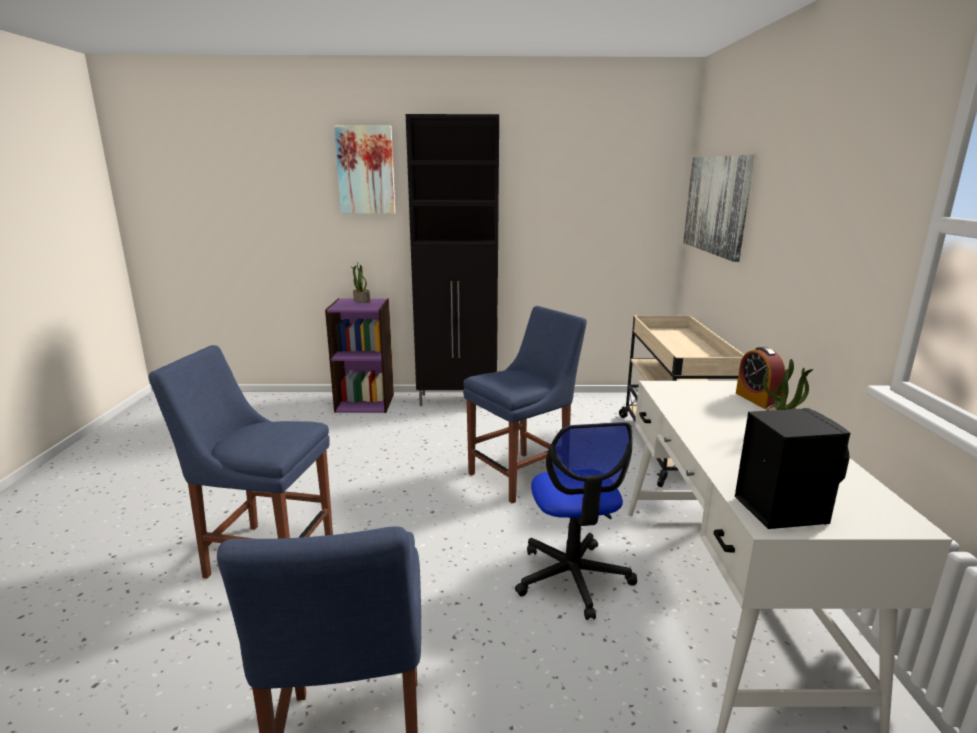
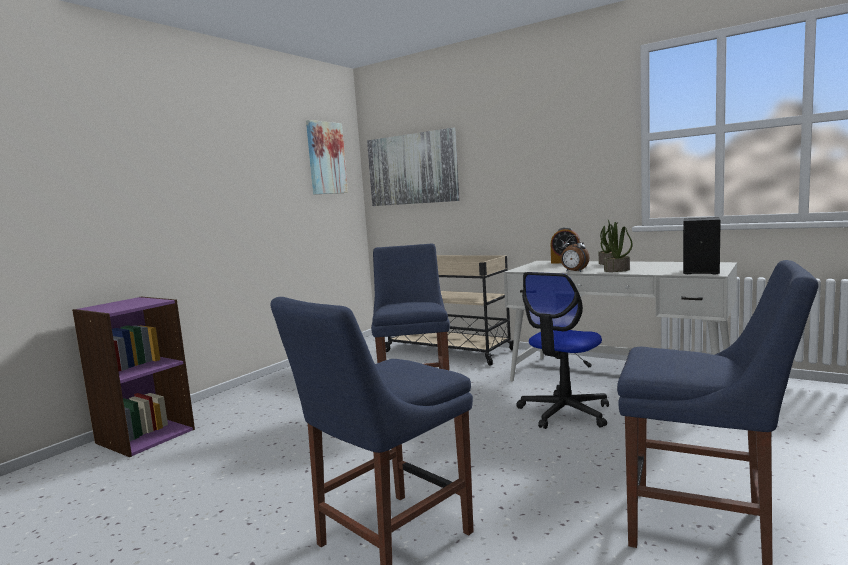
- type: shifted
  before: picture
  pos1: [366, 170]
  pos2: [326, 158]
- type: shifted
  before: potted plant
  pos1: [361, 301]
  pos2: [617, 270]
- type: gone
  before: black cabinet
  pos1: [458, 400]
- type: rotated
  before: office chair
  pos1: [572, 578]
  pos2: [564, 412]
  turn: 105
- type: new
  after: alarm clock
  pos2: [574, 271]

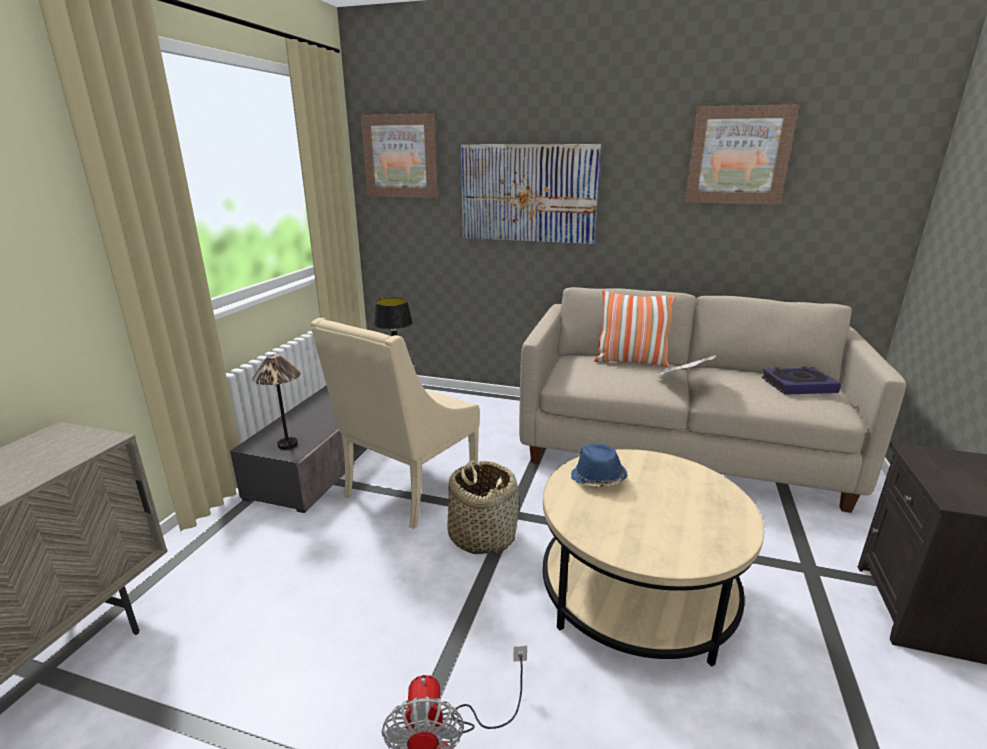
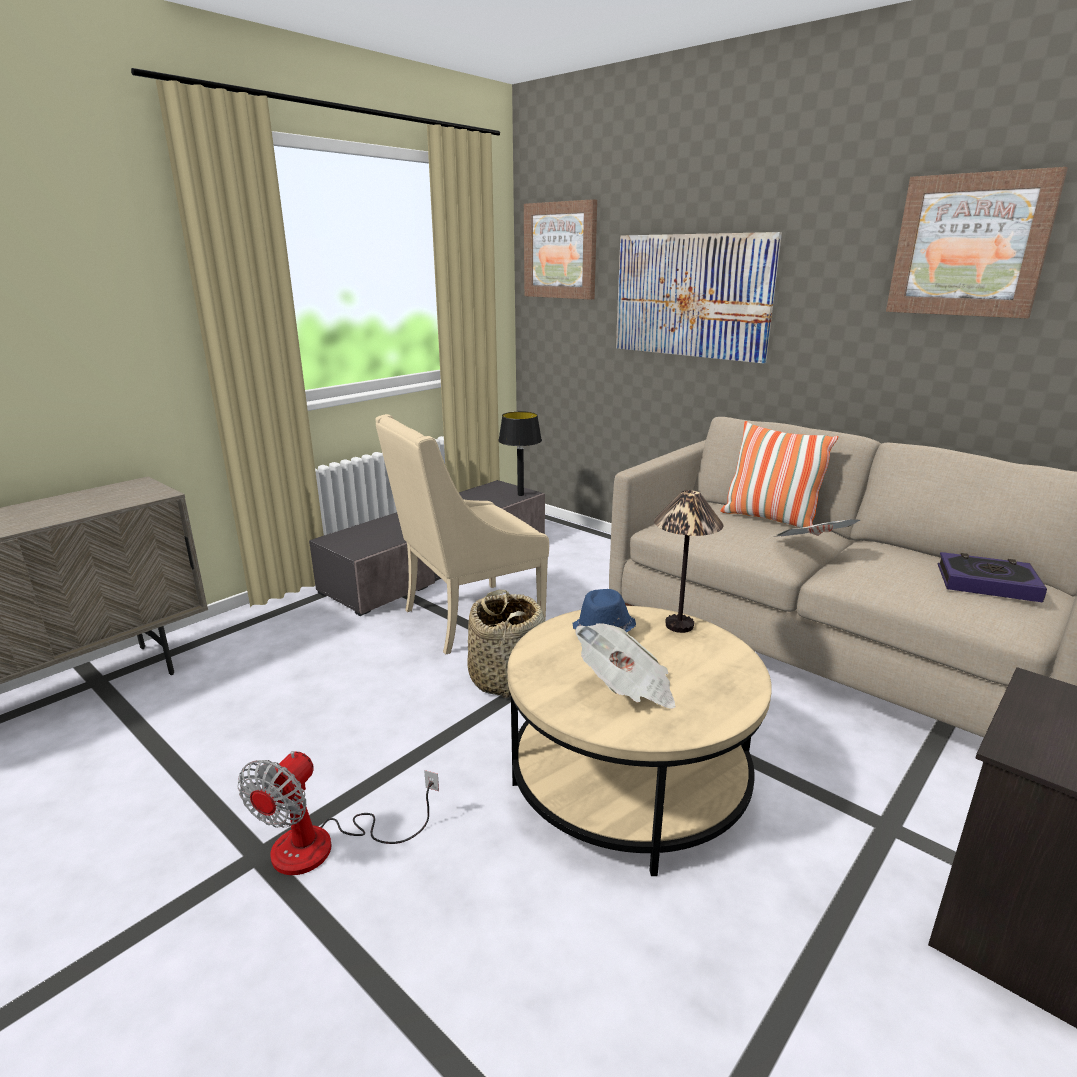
- type: shifted
  before: table lamp
  pos1: [288, 444]
  pos2: [680, 625]
- type: new
  after: newspaper
  pos2: [626, 689]

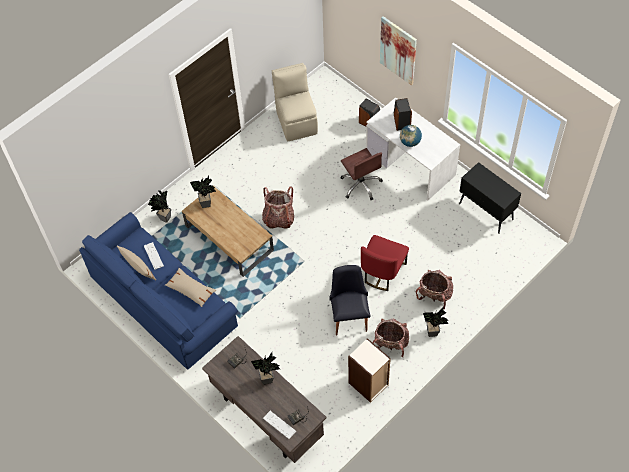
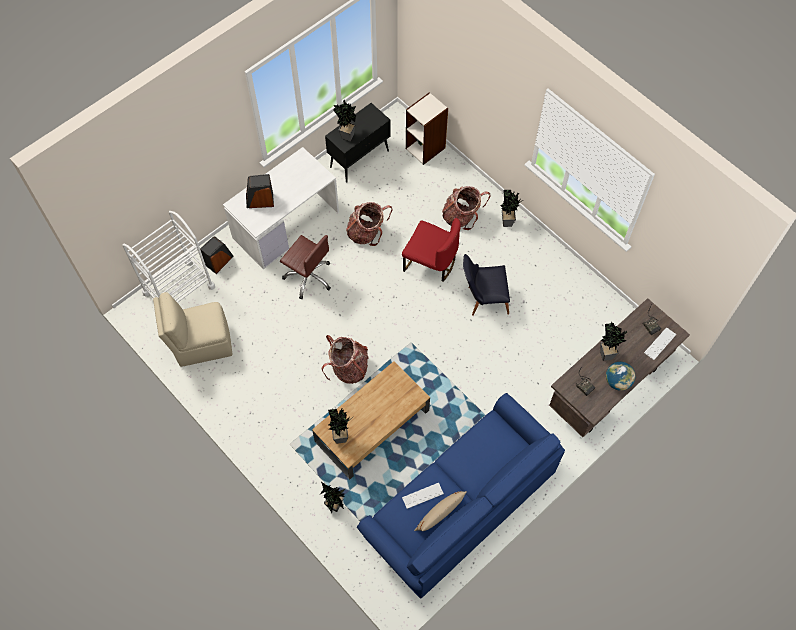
- type: gone
  before: beige pillow
  pos1: [191, 290]
- type: rotated
  before: brown office chair
  pos1: [361, 184]
  pos2: [309, 277]
  turn: 60
- type: shifted
  before: bookcase
  pos1: [368, 384]
  pos2: [426, 148]
- type: shifted
  before: backpack
  pos1: [390, 343]
  pos2: [367, 233]
- type: gone
  before: picture
  pos1: [398, 50]
- type: shifted
  before: globe
  pos1: [410, 142]
  pos2: [617, 381]
- type: new
  after: white cart
  pos2: [179, 290]
- type: new
  after: potted plant
  pos2: [346, 135]

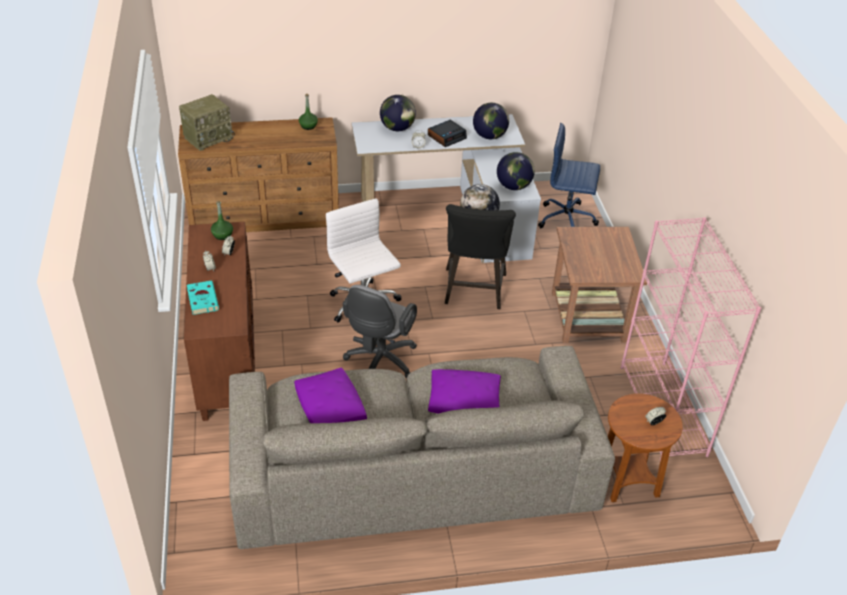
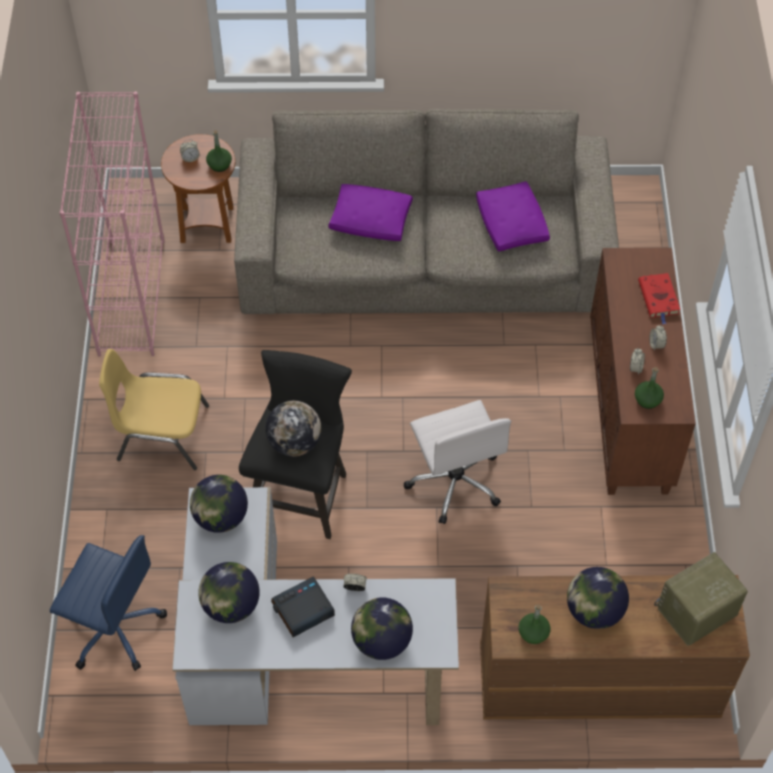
- type: repainted
  before: turquoise book
  after: red book
  pos1: [202, 299]
  pos2: [659, 299]
- type: gone
  before: grey office chair
  pos1: [379, 363]
- type: swapped
  before: brown side table
  after: yellow chair
  pos1: [588, 317]
  pos2: [161, 433]
- type: new
  after: green bottle
  pos2: [219, 165]
- type: new
  after: globe
  pos2: [594, 611]

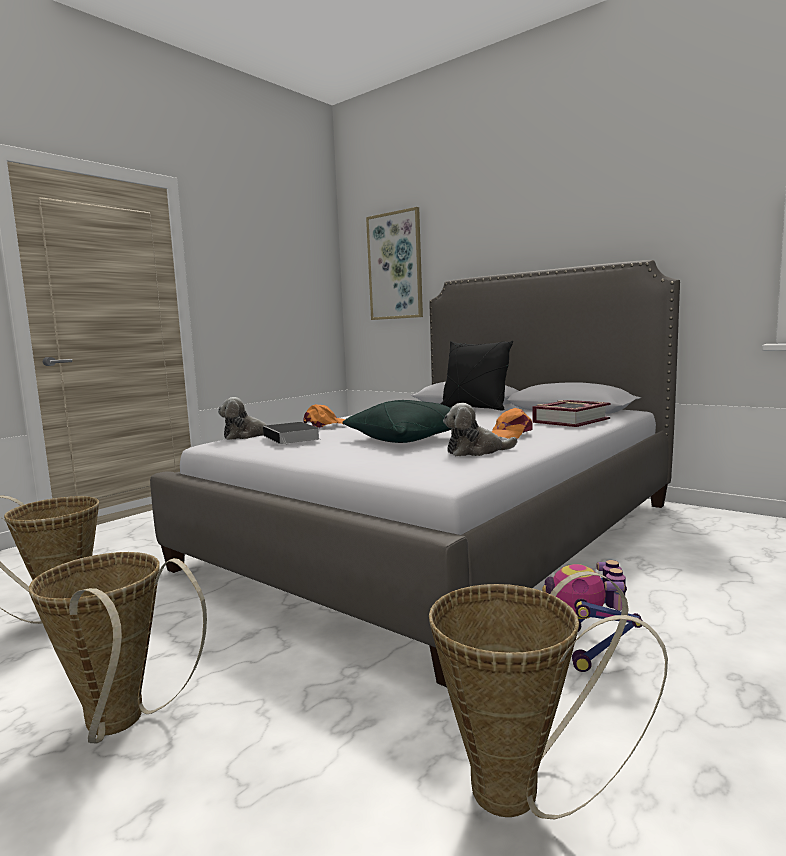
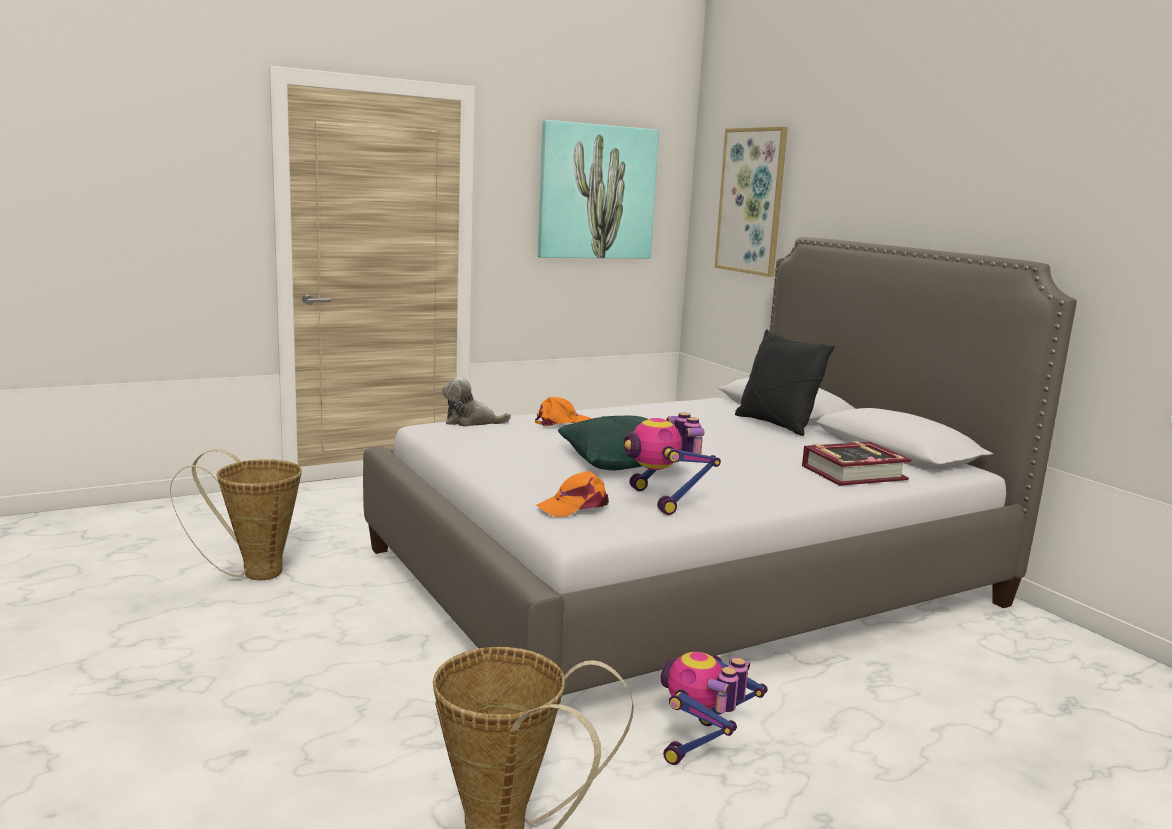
- type: gone
  before: basket
  pos1: [121, 725]
- type: gone
  before: book
  pos1: [292, 437]
- type: swapped
  before: plush toy
  after: toy robot
  pos1: [476, 451]
  pos2: [663, 500]
- type: shifted
  before: orange cap
  pos1: [510, 434]
  pos2: [574, 506]
- type: new
  after: picture
  pos2: [596, 192]

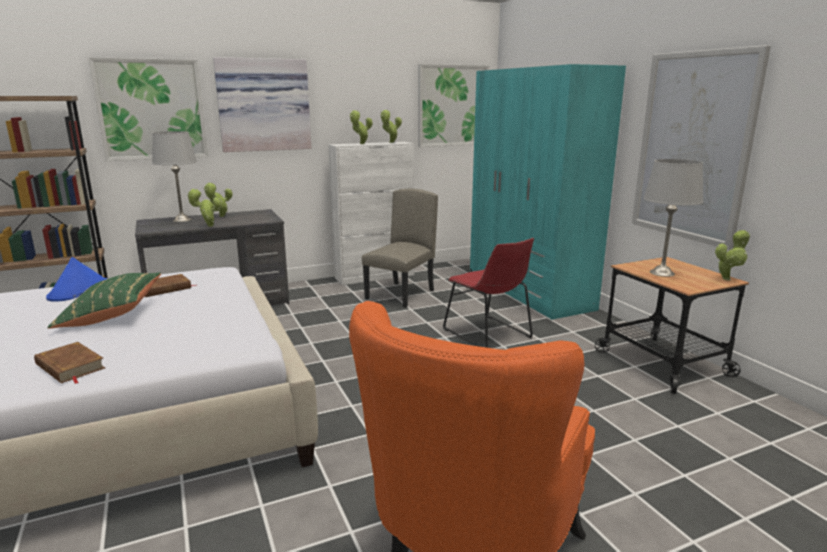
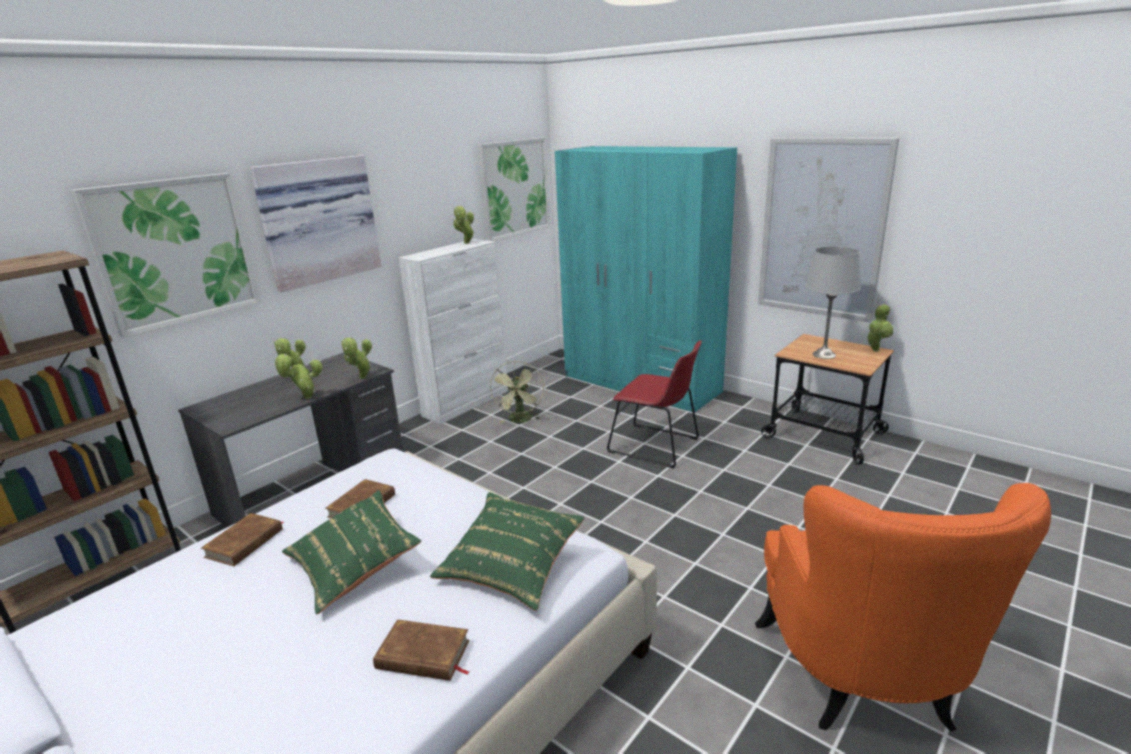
- type: swapped
  before: blue hat
  after: brown book
  pos1: [79, 291]
  pos2: [245, 543]
- type: gone
  before: grey table lamp
  pos1: [182, 220]
- type: shifted
  before: potted plant
  pos1: [361, 144]
  pos2: [361, 378]
- type: swapped
  before: beige chair
  after: green fan
  pos1: [401, 295]
  pos2: [520, 420]
- type: new
  after: green pillow
  pos2: [511, 566]

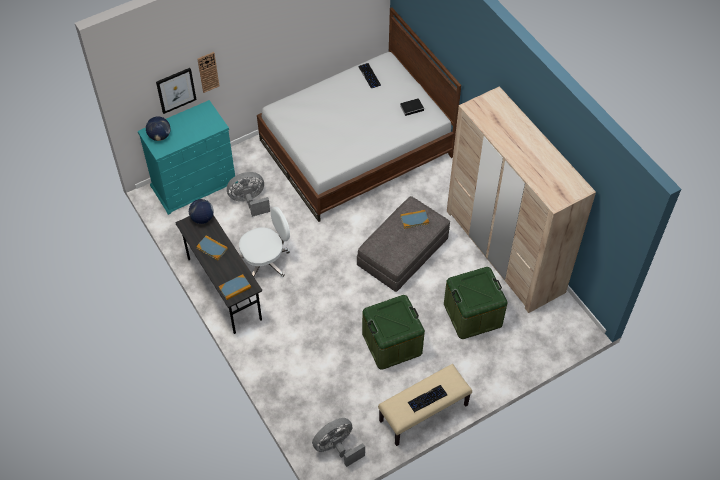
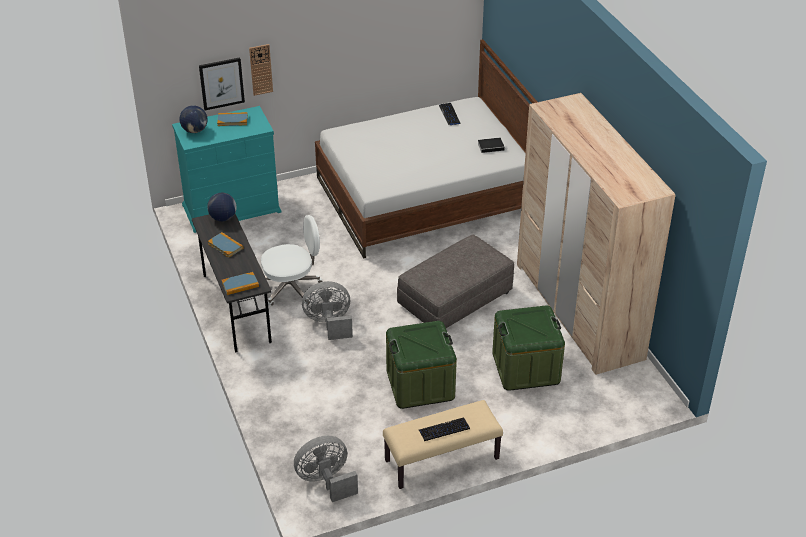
- type: shifted
  before: grey fan
  pos1: [249, 201]
  pos2: [329, 324]
- type: shifted
  before: book
  pos1: [414, 219]
  pos2: [232, 120]

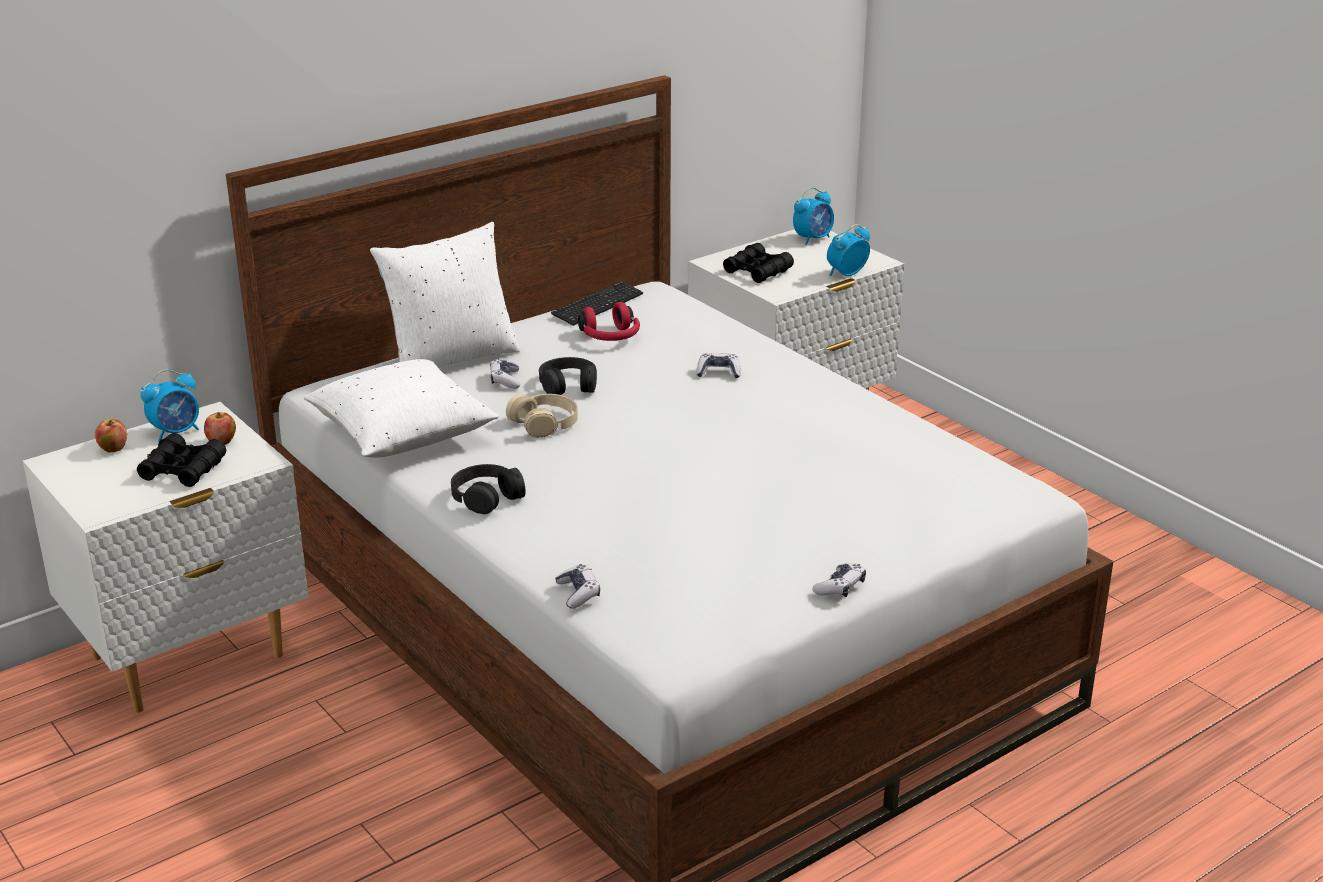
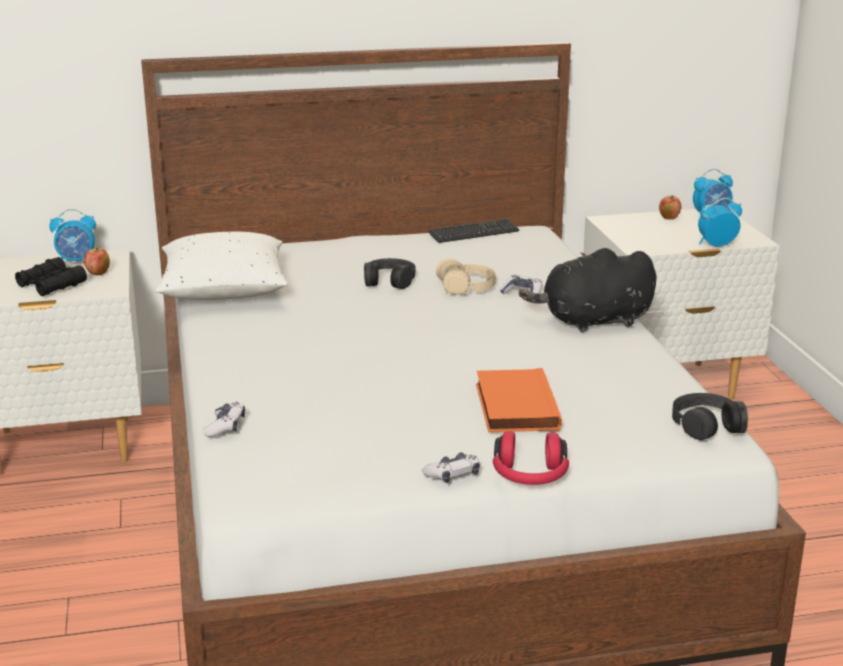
- type: shifted
  before: apple
  pos1: [113, 449]
  pos2: [669, 218]
- type: gone
  before: white pillow
  pos1: [451, 359]
- type: shifted
  before: black headphones
  pos1: [486, 496]
  pos2: [707, 425]
- type: gone
  before: game controller
  pos1: [505, 380]
- type: shifted
  before: beige headphones
  pos1: [544, 423]
  pos2: [467, 286]
- type: shifted
  before: red headphones
  pos1: [610, 337]
  pos2: [530, 477]
- type: gone
  before: black binoculars
  pos1: [757, 271]
- type: new
  after: orange book
  pos2: [513, 406]
- type: new
  after: black plush toy
  pos2: [592, 322]

